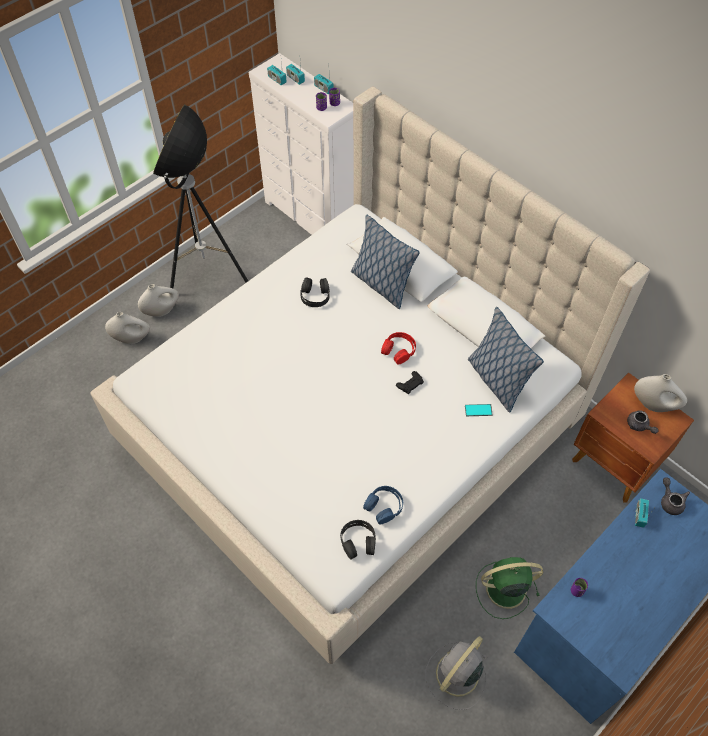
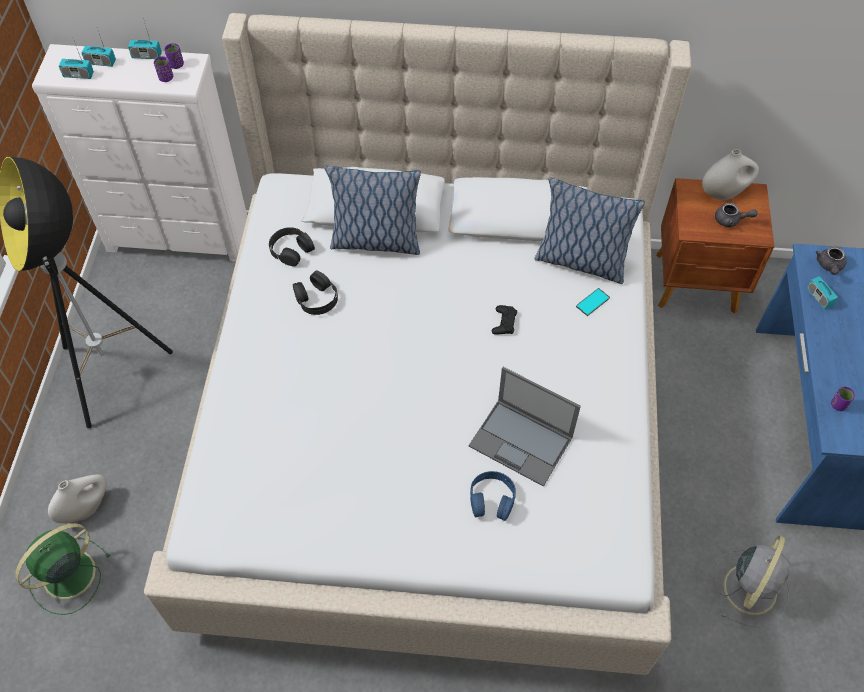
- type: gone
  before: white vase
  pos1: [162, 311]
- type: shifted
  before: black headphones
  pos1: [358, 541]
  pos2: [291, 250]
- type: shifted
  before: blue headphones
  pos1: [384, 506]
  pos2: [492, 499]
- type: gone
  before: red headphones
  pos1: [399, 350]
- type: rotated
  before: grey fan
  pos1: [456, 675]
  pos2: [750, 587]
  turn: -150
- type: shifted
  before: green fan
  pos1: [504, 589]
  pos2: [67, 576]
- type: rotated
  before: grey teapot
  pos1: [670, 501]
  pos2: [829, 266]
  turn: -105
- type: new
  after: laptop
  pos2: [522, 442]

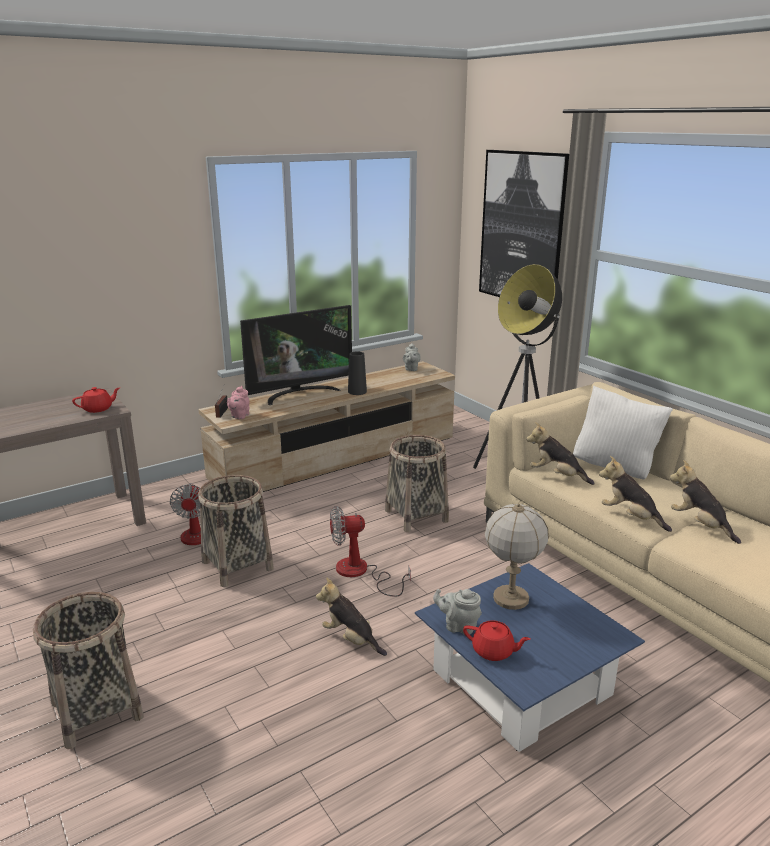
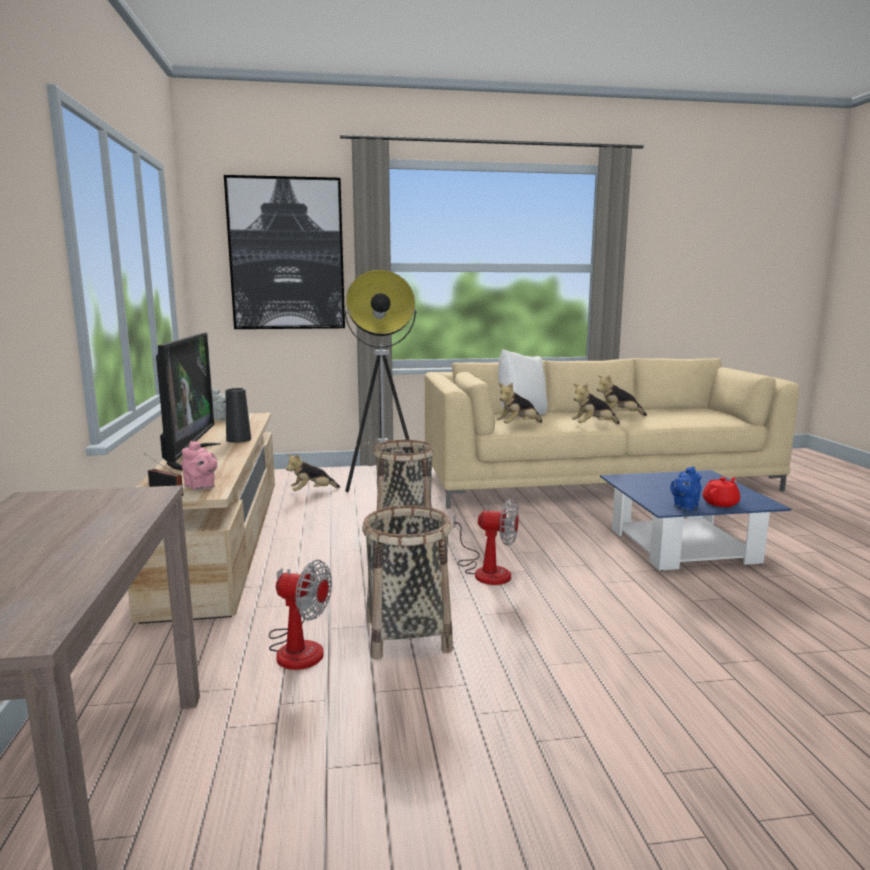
- type: gone
  before: basket
  pos1: [97, 710]
- type: gone
  before: red teapot
  pos1: [98, 409]
- type: shifted
  before: plush toy
  pos1: [351, 639]
  pos2: [312, 492]
- type: rotated
  before: fan
  pos1: [360, 573]
  pos2: [486, 571]
  turn: -90
- type: repainted
  before: grey teapot
  after: blue teapot
  pos1: [458, 626]
  pos2: [684, 506]
- type: gone
  before: table lamp
  pos1: [510, 599]

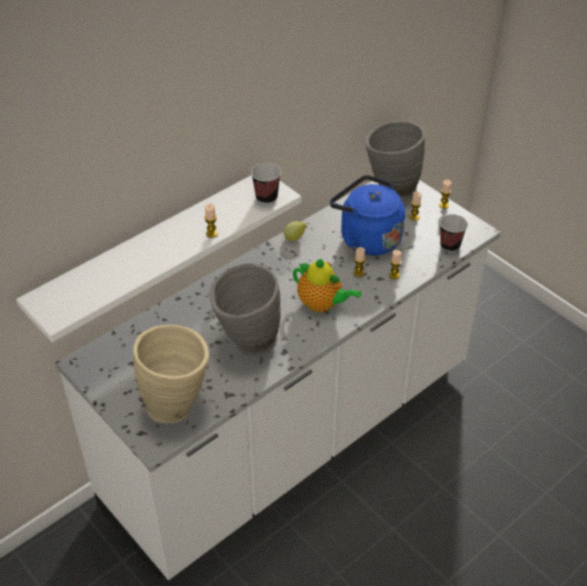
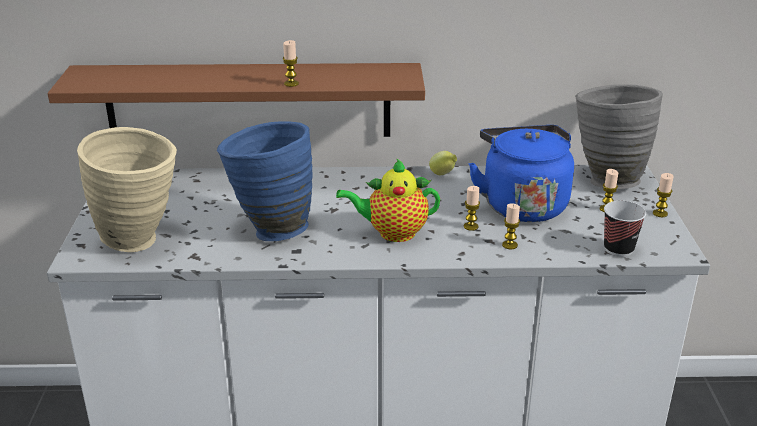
- type: repainted
  before: white shelf
  after: brown shelf
  pos1: [152, 253]
  pos2: [248, 101]
- type: repainted
  before: grey vase
  after: blue vase
  pos1: [247, 345]
  pos2: [270, 229]
- type: gone
  before: cup
  pos1: [266, 198]
- type: rotated
  before: teapot
  pos1: [322, 304]
  pos2: [393, 233]
  turn: 105

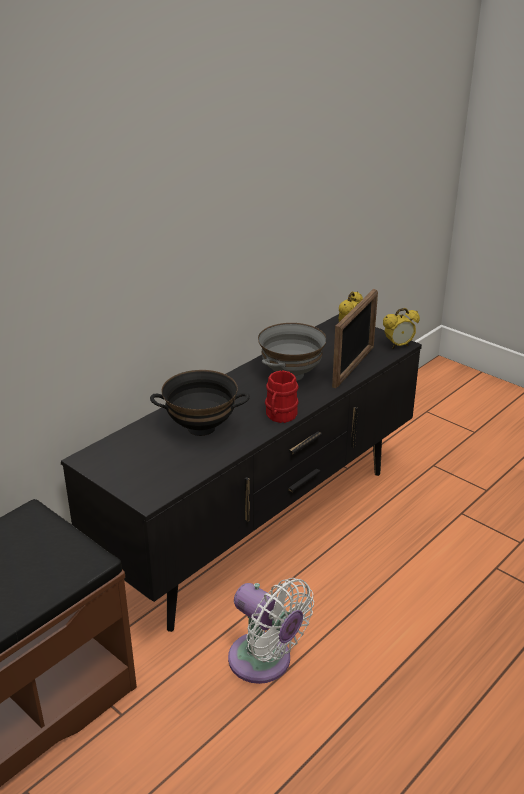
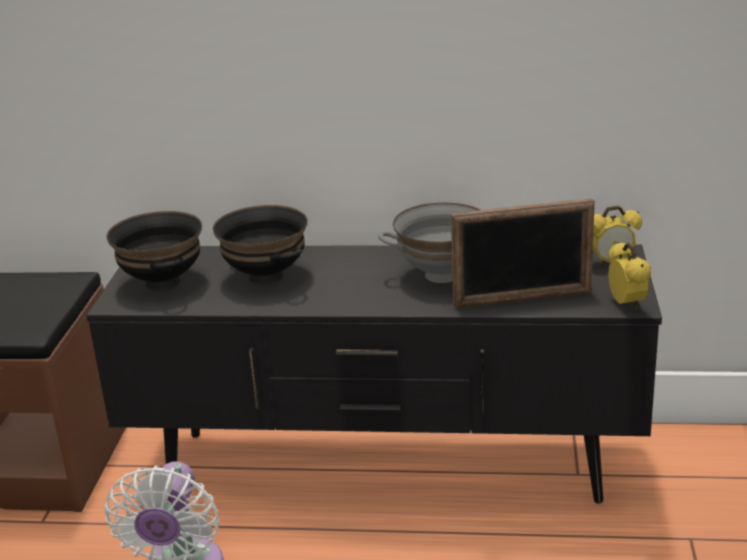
- type: gone
  before: red mug
  pos1: [279, 416]
- type: rotated
  before: alarm clock
  pos1: [398, 345]
  pos2: [627, 305]
  turn: -135
- type: new
  after: black bowl
  pos2: [161, 282]

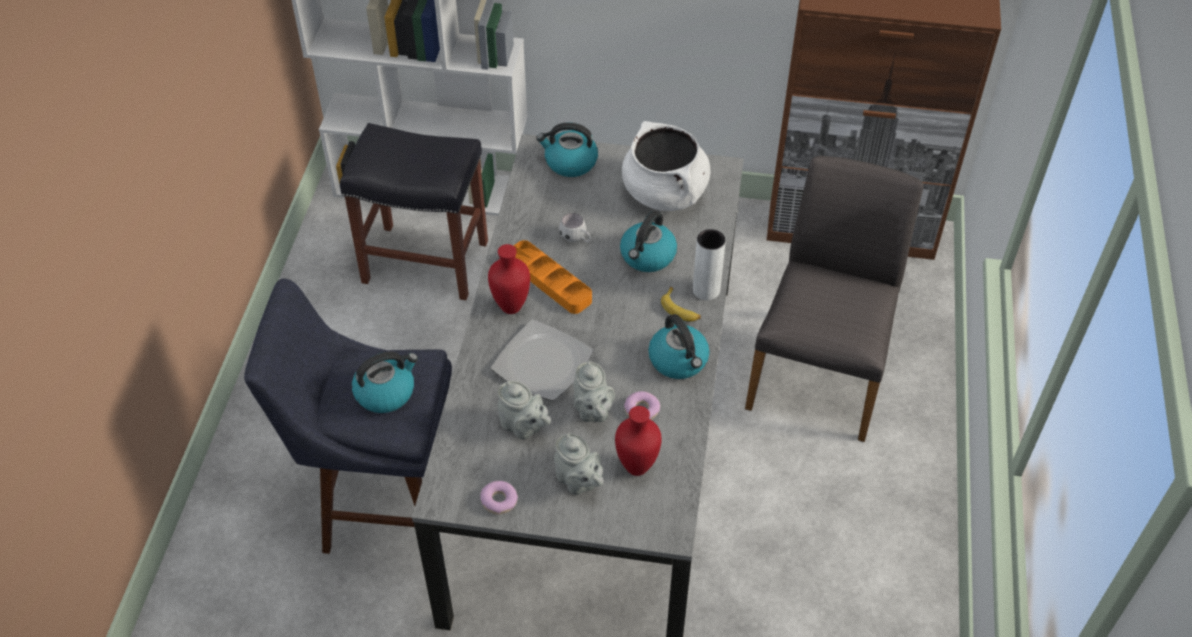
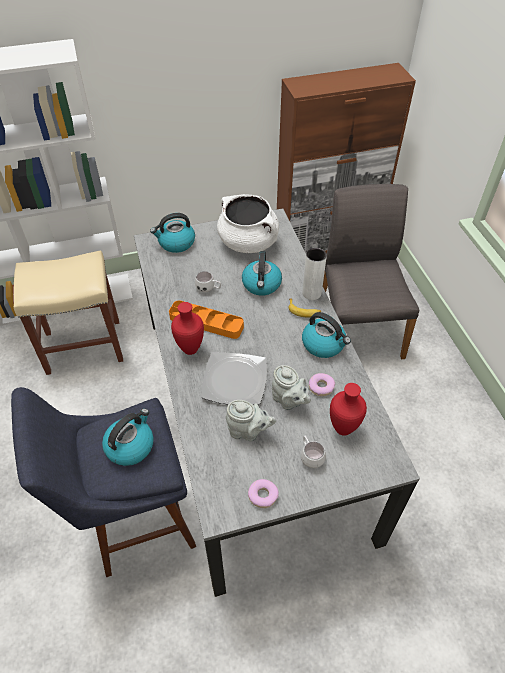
- type: repainted
  before: black stool
  after: beige stool
  pos1: [427, 261]
  pos2: [85, 345]
- type: swapped
  before: grey teapot
  after: white mug
  pos1: [578, 482]
  pos2: [310, 456]

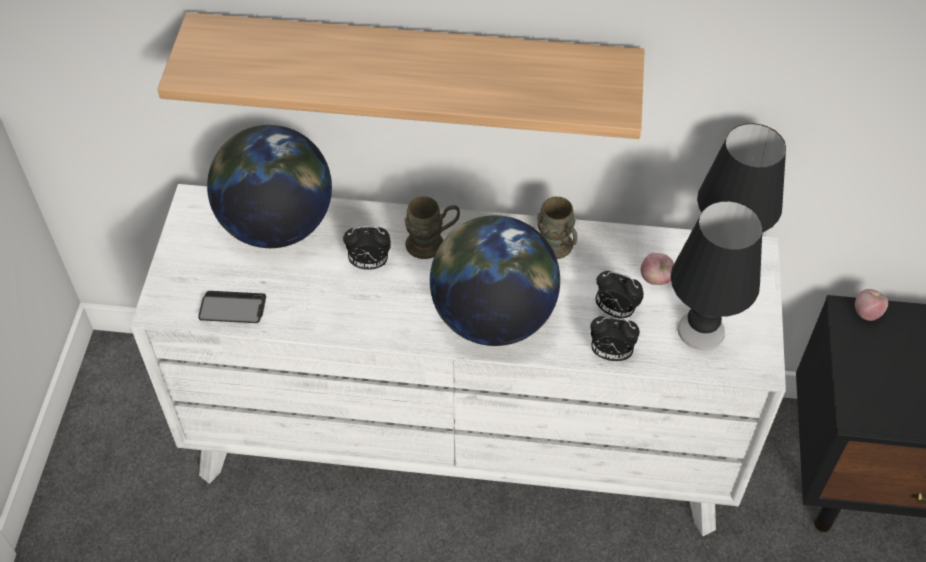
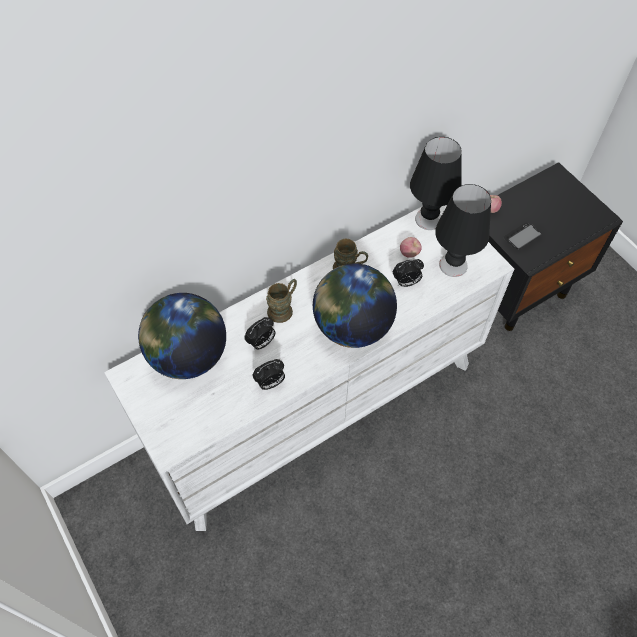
- type: gone
  before: shelf
  pos1: [413, 69]
- type: shifted
  before: phone
  pos1: [232, 308]
  pos2: [522, 236]
- type: shifted
  before: alarm clock
  pos1: [610, 354]
  pos2: [270, 383]

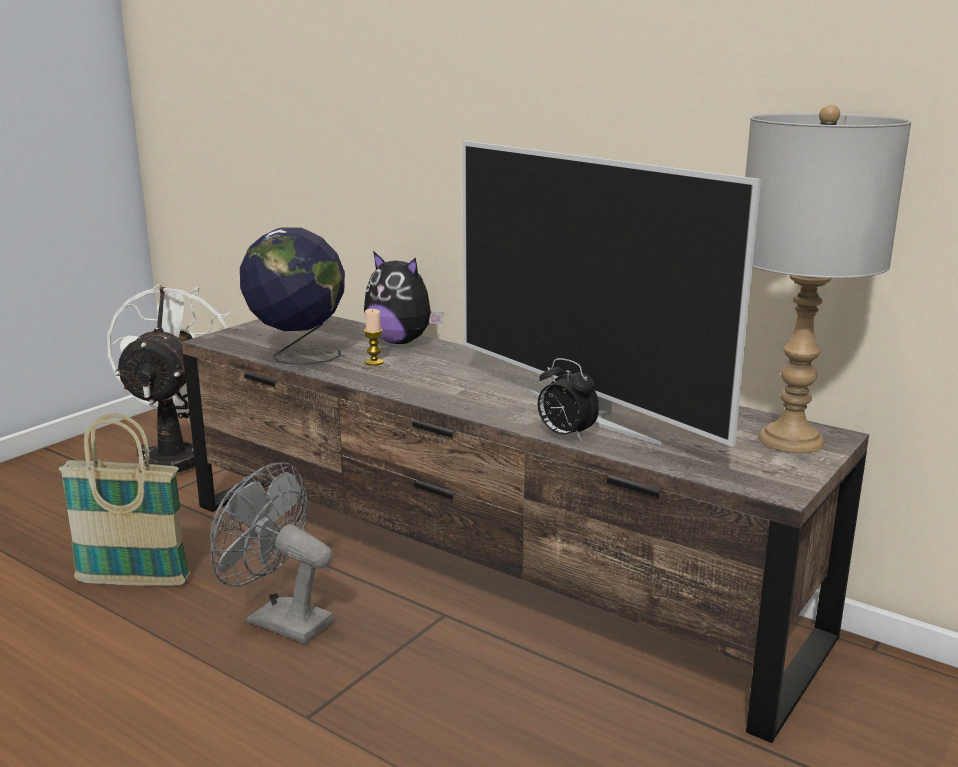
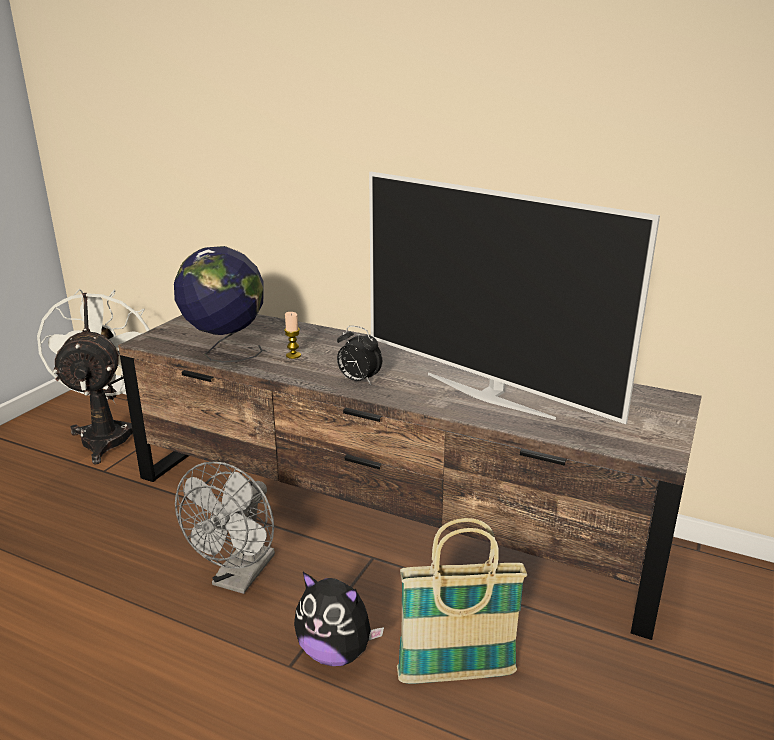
- type: shifted
  before: basket
  pos1: [133, 581]
  pos2: [456, 674]
- type: rotated
  before: grey fan
  pos1: [278, 620]
  pos2: [239, 578]
  turn: -90
- type: shifted
  before: plush toy
  pos1: [401, 341]
  pos2: [336, 652]
- type: shifted
  before: alarm clock
  pos1: [565, 435]
  pos2: [358, 380]
- type: gone
  before: grey table lamp
  pos1: [790, 439]

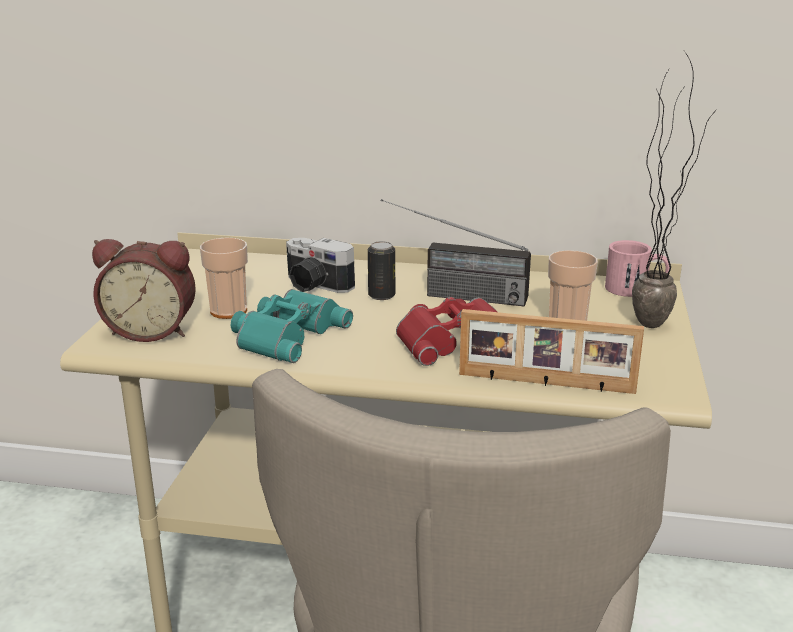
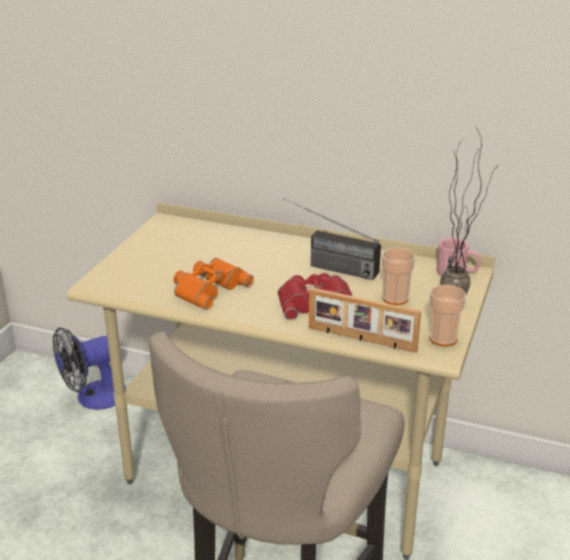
- type: gone
  before: alarm clock
  pos1: [152, 330]
- type: shifted
  before: cup
  pos1: [228, 311]
  pos2: [443, 338]
- type: repainted
  before: turquoise binoculars
  after: orange binoculars
  pos1: [286, 334]
  pos2: [208, 288]
- type: gone
  before: photo camera
  pos1: [314, 286]
- type: gone
  before: can
  pos1: [381, 295]
- type: new
  after: fan
  pos2: [93, 398]

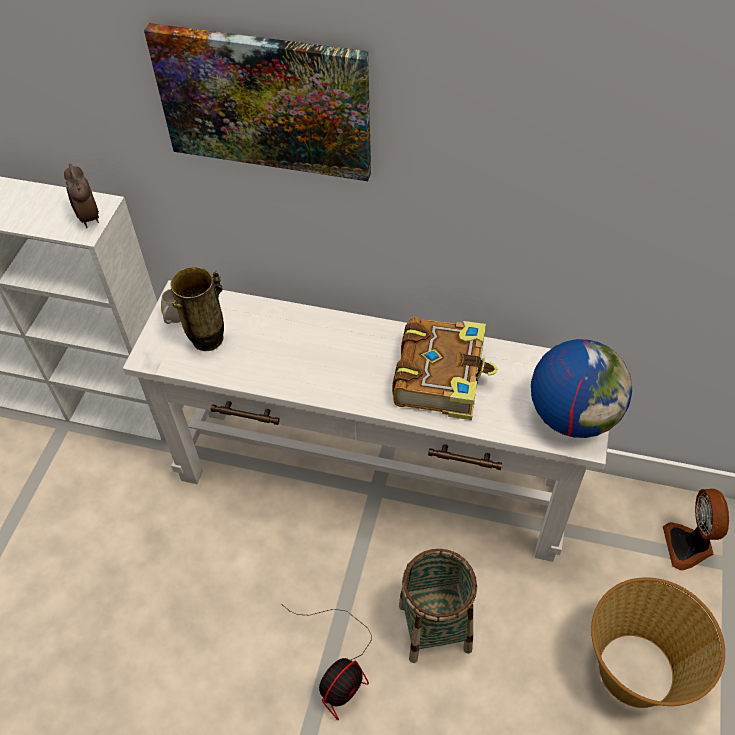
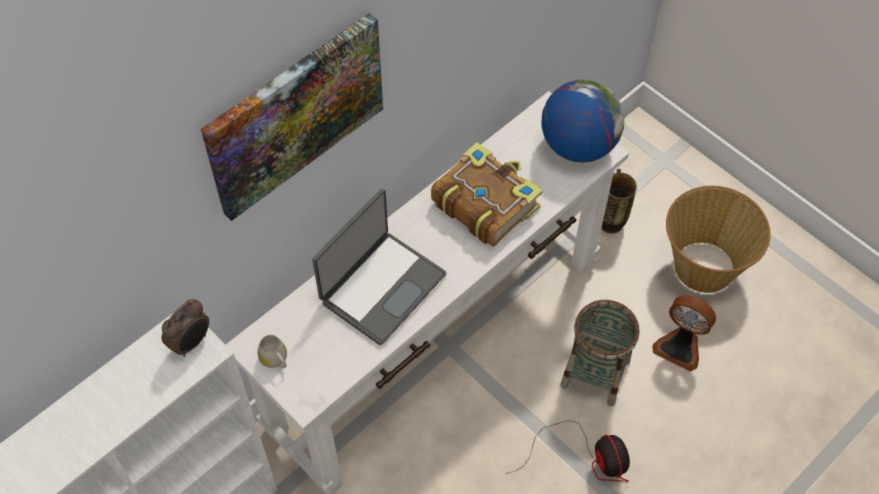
- type: rotated
  before: alarm clock
  pos1: [88, 218]
  pos2: [191, 343]
  turn: -60
- type: shifted
  before: vase
  pos1: [208, 340]
  pos2: [611, 223]
- type: shifted
  before: fan
  pos1: [689, 546]
  pos2: [680, 347]
- type: new
  after: laptop
  pos2: [381, 287]

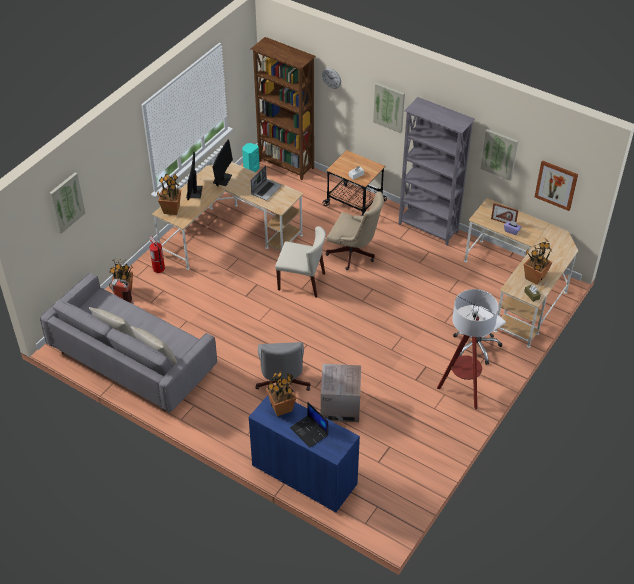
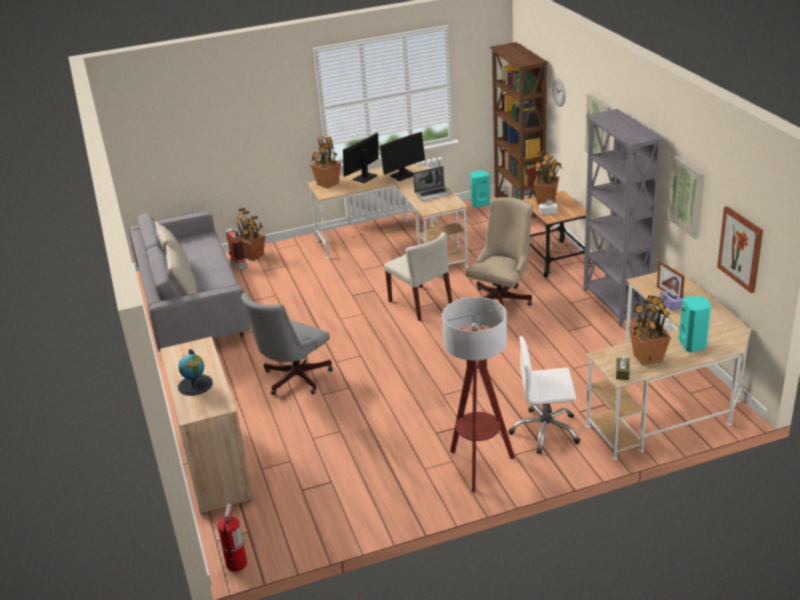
- type: gone
  before: picture
  pos1: [66, 202]
- type: shifted
  before: fire extinguisher
  pos1: [158, 268]
  pos2: [236, 563]
- type: repainted
  before: blue cabinet
  after: beige cabinet
  pos1: [304, 475]
  pos2: [215, 465]
- type: shifted
  before: potted plant
  pos1: [281, 407]
  pos2: [546, 202]
- type: swapped
  before: laptop
  after: globe
  pos1: [310, 431]
  pos2: [195, 385]
- type: gone
  before: cardboard box
  pos1: [340, 406]
- type: rotated
  before: beige office chair
  pos1: [354, 254]
  pos2: [502, 299]
  turn: -120
- type: new
  after: turquoise speaker
  pos2: [693, 345]

